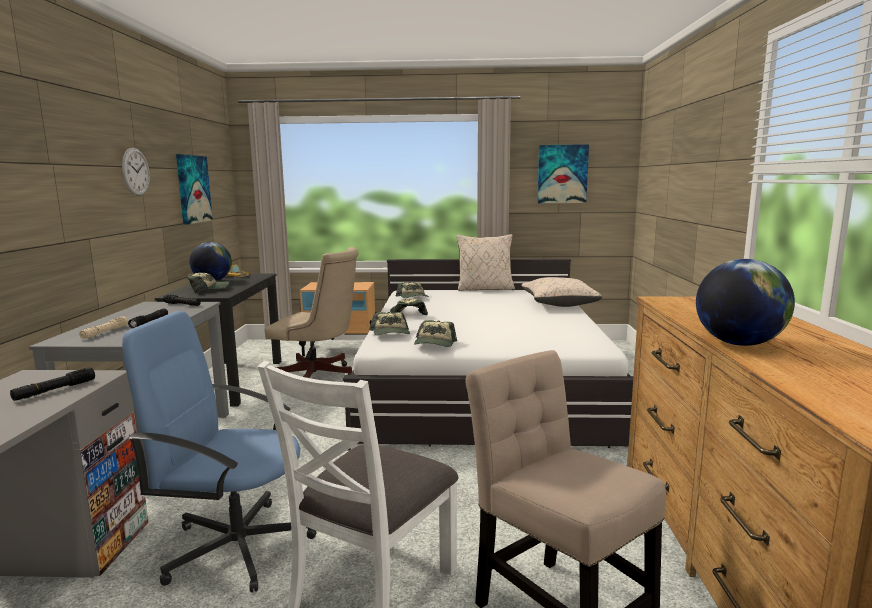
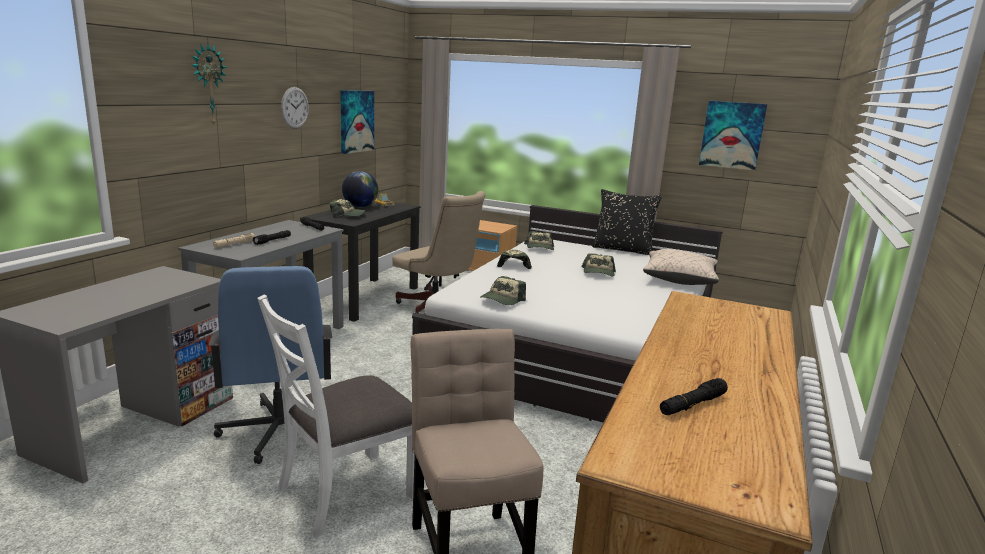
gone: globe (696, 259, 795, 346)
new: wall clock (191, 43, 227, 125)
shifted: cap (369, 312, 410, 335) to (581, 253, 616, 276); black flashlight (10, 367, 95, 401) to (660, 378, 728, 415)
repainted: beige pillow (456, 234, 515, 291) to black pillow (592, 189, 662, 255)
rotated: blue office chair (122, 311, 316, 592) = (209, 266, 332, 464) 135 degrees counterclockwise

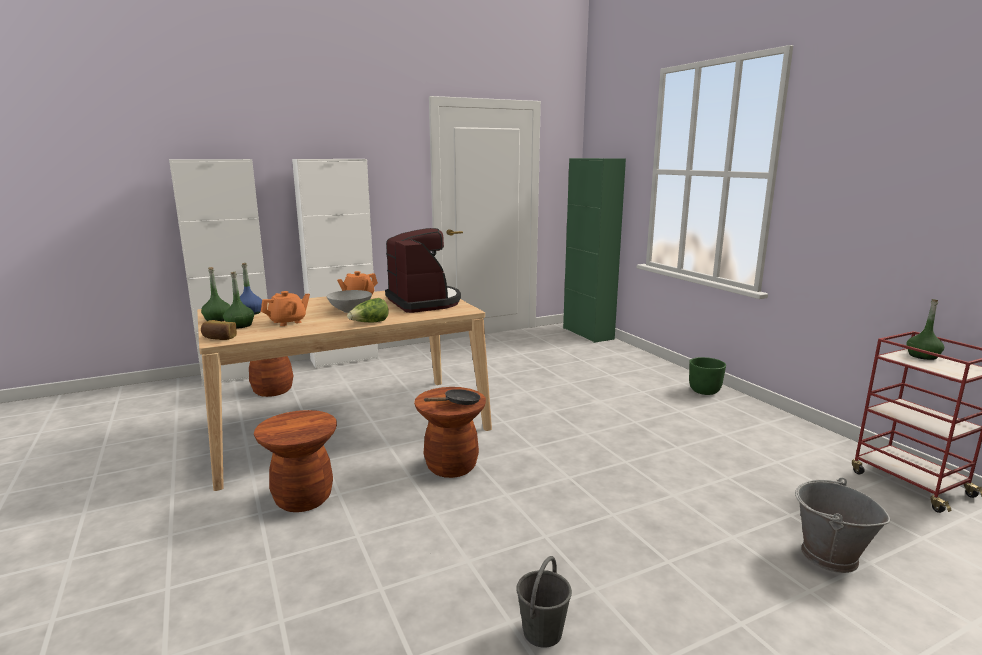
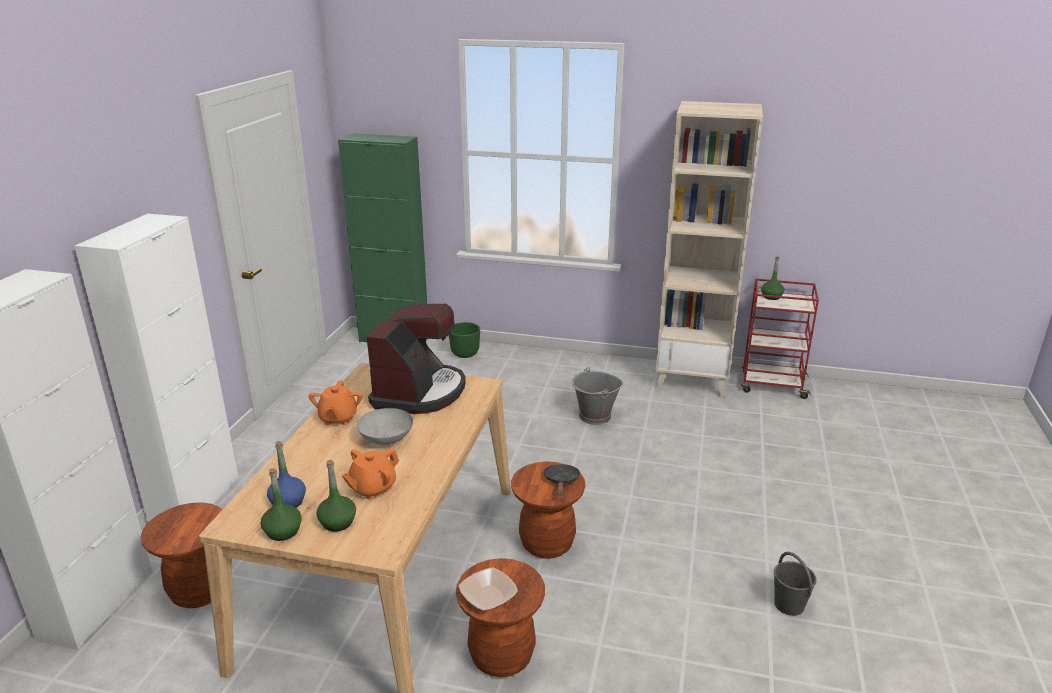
gone: lettuce (347, 298, 389, 322); bread (201, 320, 237, 340)
new: beige bookcase (656, 101, 763, 398); bowl (459, 567, 518, 610)
shifted: green planter (689, 357, 726, 395) to (449, 322, 480, 358); grey bucket (795, 478, 890, 573) to (572, 367, 623, 425)
rotated: coffee machine (385, 228, 461, 313) = (367, 304, 466, 414) 90 degrees clockwise; orange teapot (261, 291, 310, 326) = (342, 448, 399, 500) 135 degrees counterclockwise

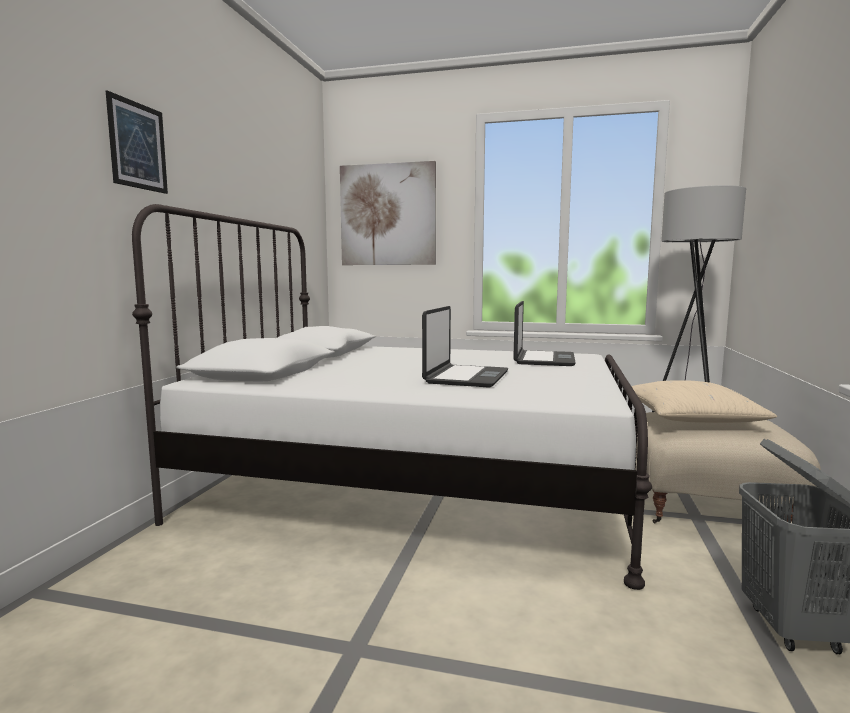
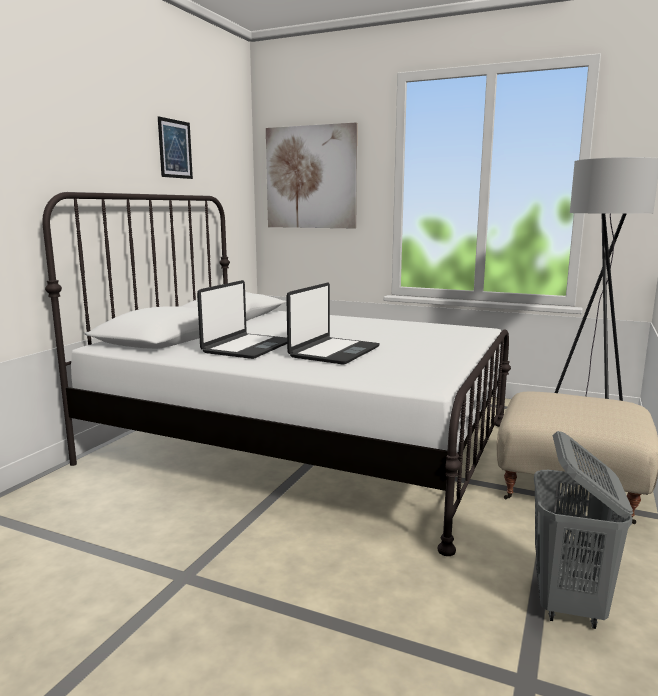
gone: beige pillow (631, 380, 777, 423)
shifted: picture (106, 90, 168, 194) to (158, 116, 193, 179); laptop (513, 301, 576, 366) to (197, 280, 287, 359)

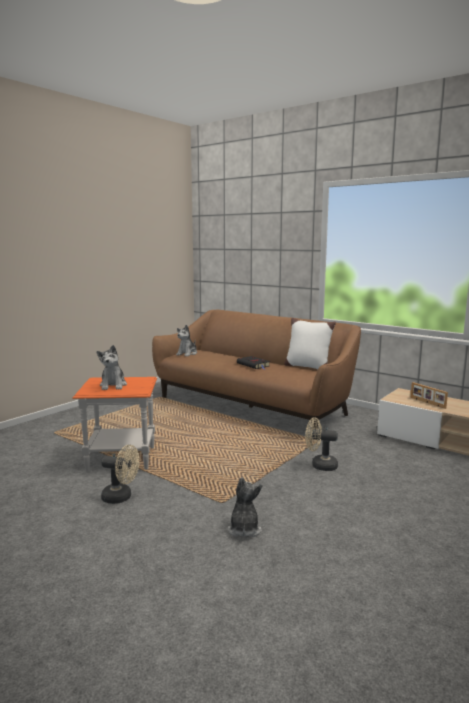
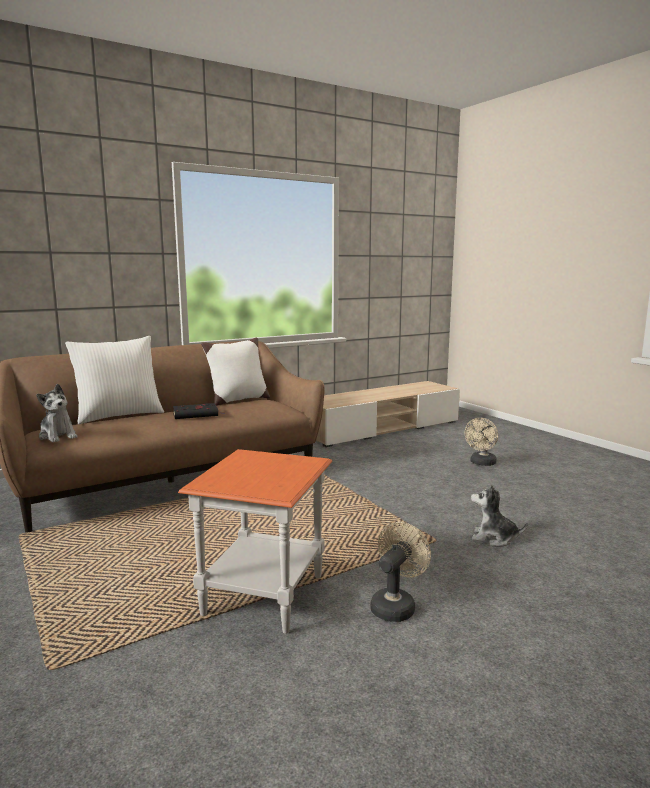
gone: plush toy (96, 345, 127, 390); picture frame (411, 382, 448, 409)
new: white pillow (65, 336, 164, 424)
shifted: beige fan (305, 417, 338, 471) to (465, 418, 498, 466)

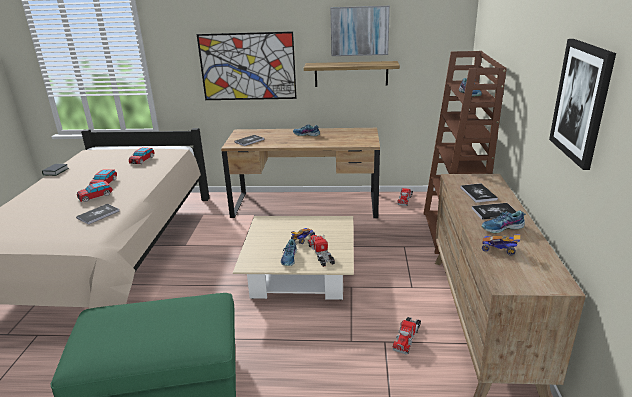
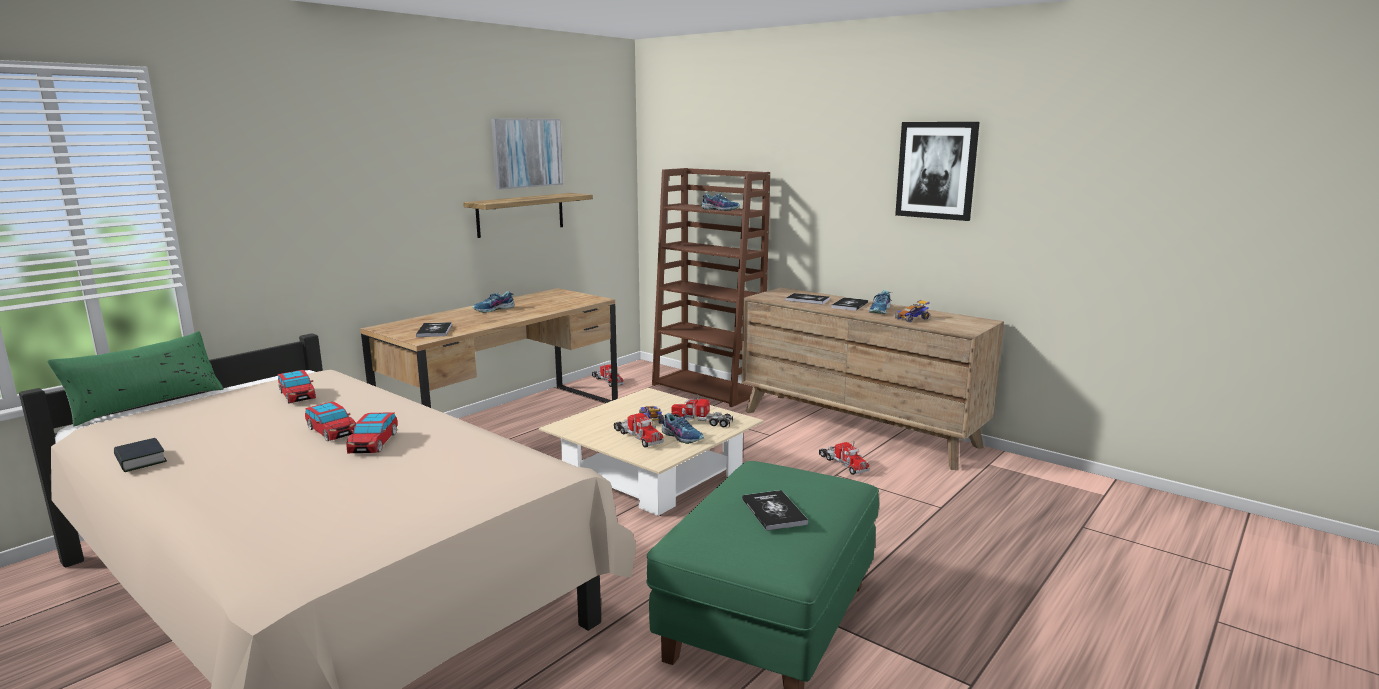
gone: picture (197, 31, 297, 100)
new: green pillow (47, 331, 224, 427); toy truck (614, 411, 664, 448)
shifted: book (76, 204, 119, 225) to (742, 490, 808, 531)

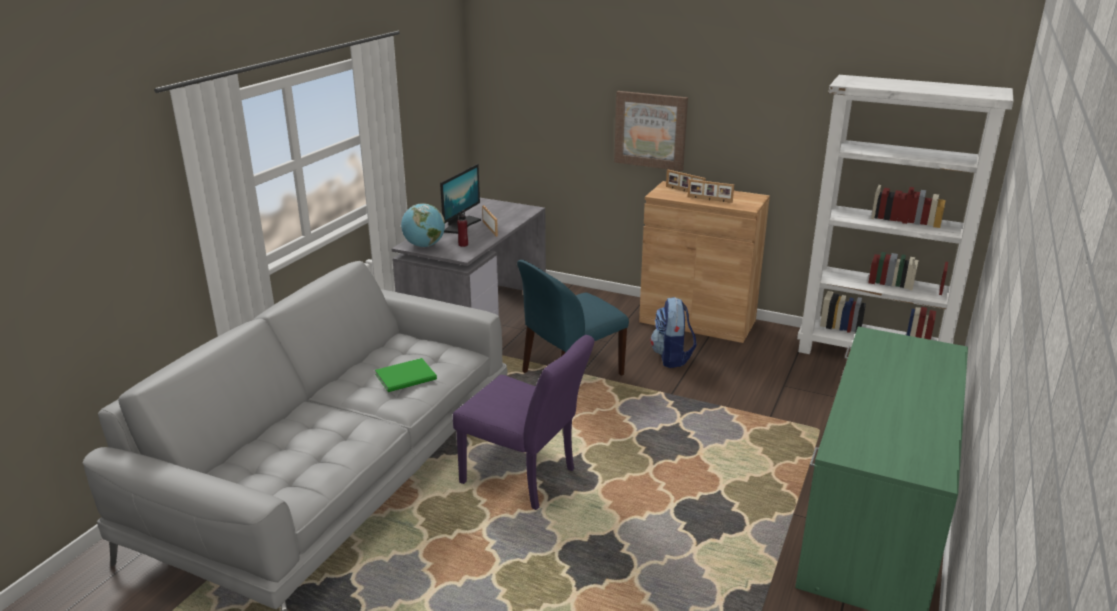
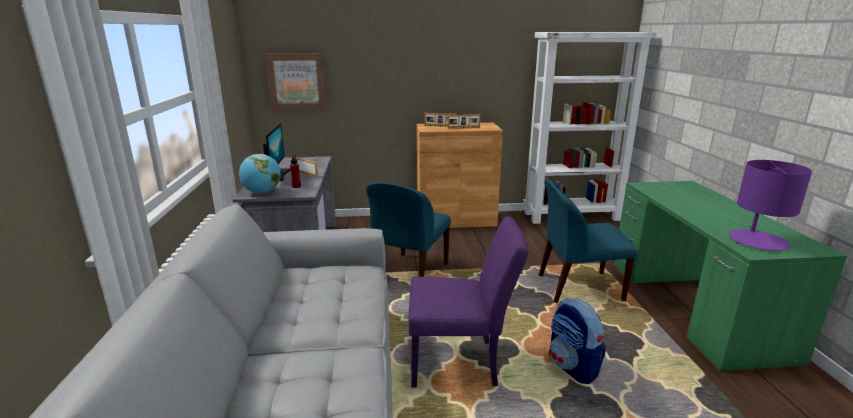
gone: green book (375, 358, 437, 392)
new: purple table lamp (729, 160, 812, 251); blue chair (539, 179, 637, 303)
shifted: picture (614, 91, 688, 171) to (265, 53, 327, 111); backpack (651, 297, 697, 368) to (549, 298, 606, 384)

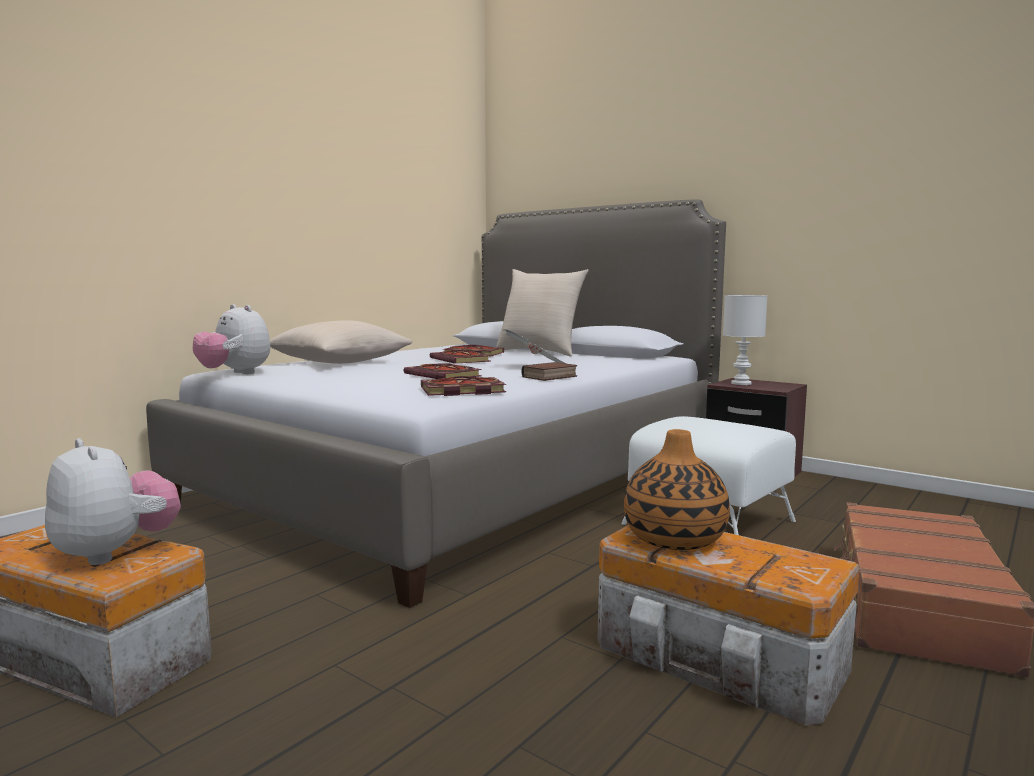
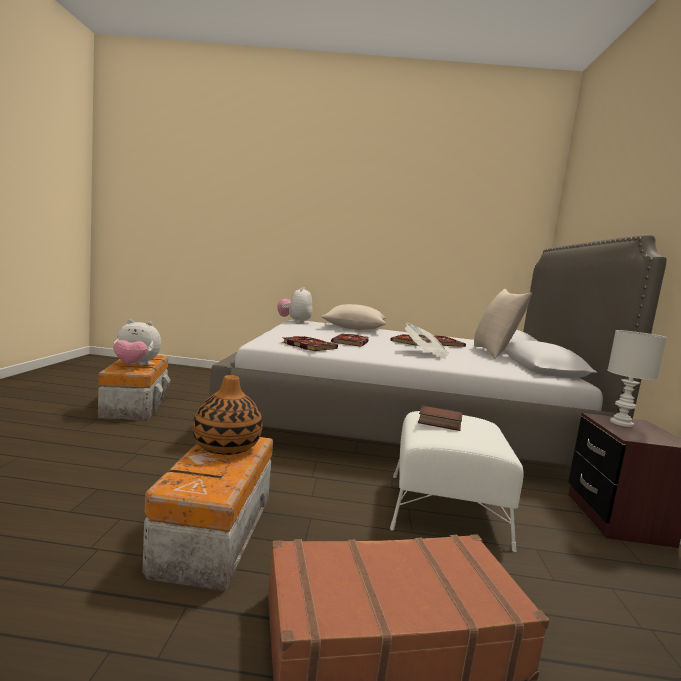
shifted: book (522, 362, 577, 381) to (418, 405, 462, 431)
rotated: plush toy (45, 438, 181, 565) = (113, 320, 161, 365) 75 degrees clockwise

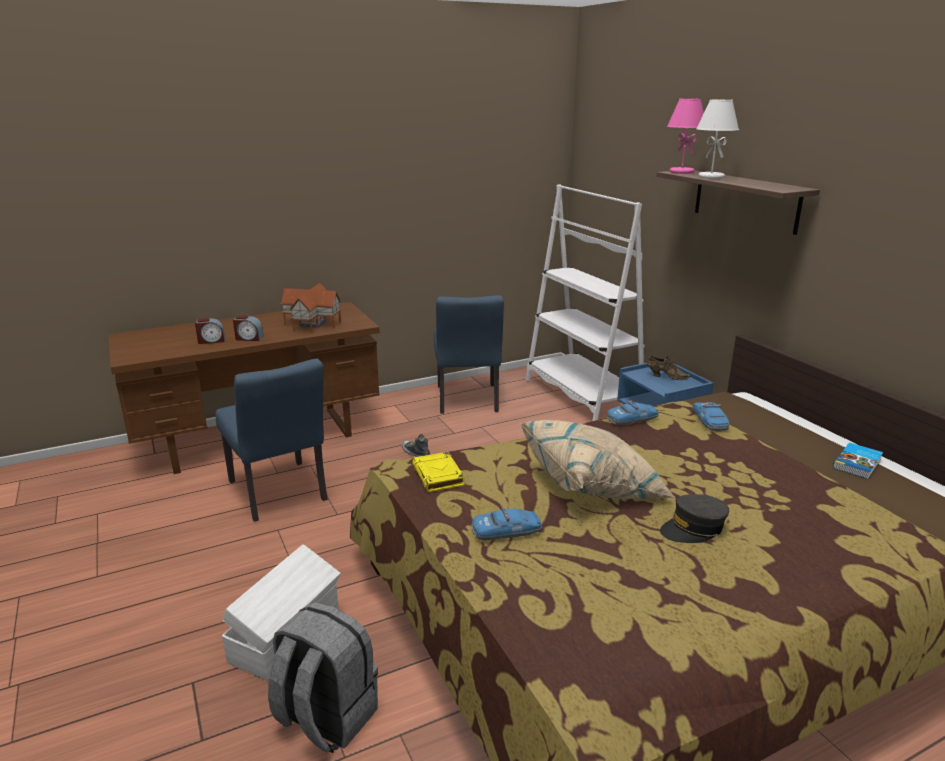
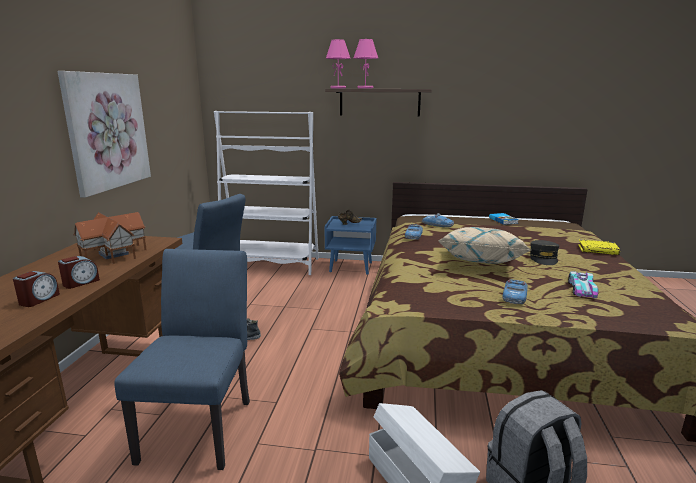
new: picture (57, 71, 151, 198); toy car (568, 271, 598, 298)
shifted: yellow book (412, 452, 465, 492) to (578, 240, 620, 255)
repainted: white table lamp (696, 99, 739, 179) to pink table lamp (353, 39, 378, 89)
rotated: blue chair (215, 359, 328, 522) = (114, 249, 250, 470) 90 degrees counterclockwise

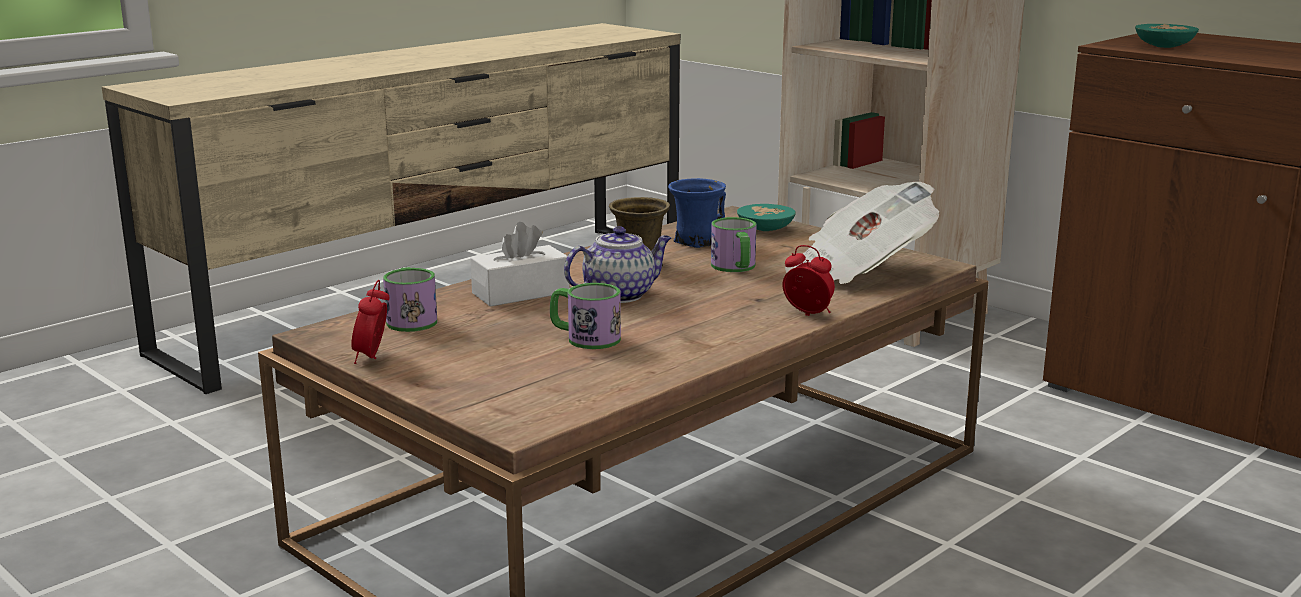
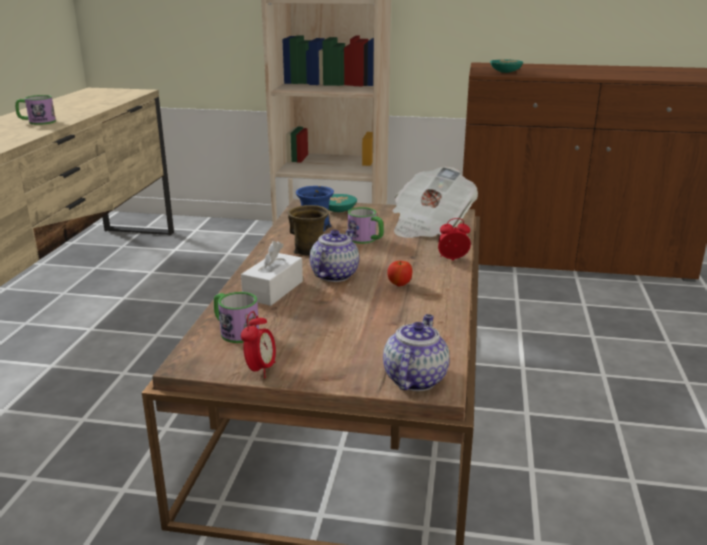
new: apple (387, 261, 412, 287); teapot (383, 314, 450, 391)
shifted: mug (550, 283, 621, 349) to (15, 95, 56, 125)
rotated: alarm clock (351, 280, 390, 364) = (241, 311, 276, 378) 135 degrees counterclockwise

